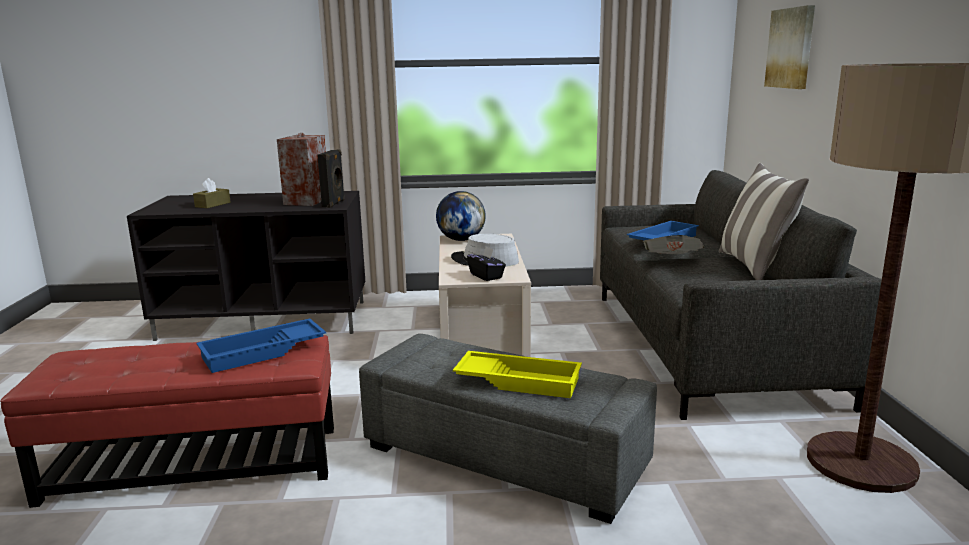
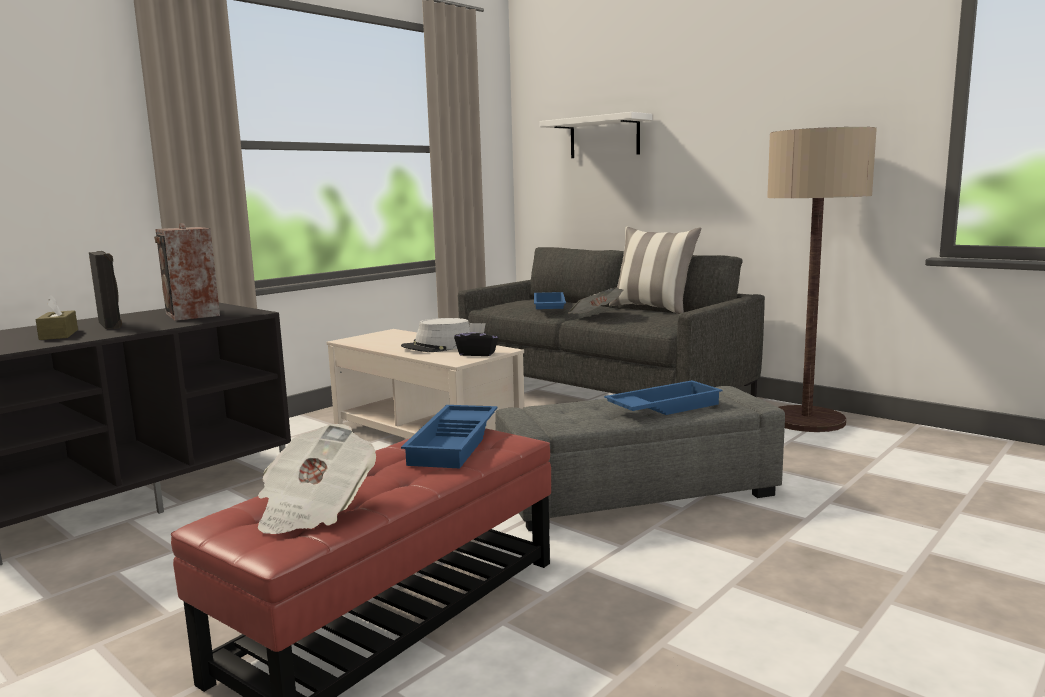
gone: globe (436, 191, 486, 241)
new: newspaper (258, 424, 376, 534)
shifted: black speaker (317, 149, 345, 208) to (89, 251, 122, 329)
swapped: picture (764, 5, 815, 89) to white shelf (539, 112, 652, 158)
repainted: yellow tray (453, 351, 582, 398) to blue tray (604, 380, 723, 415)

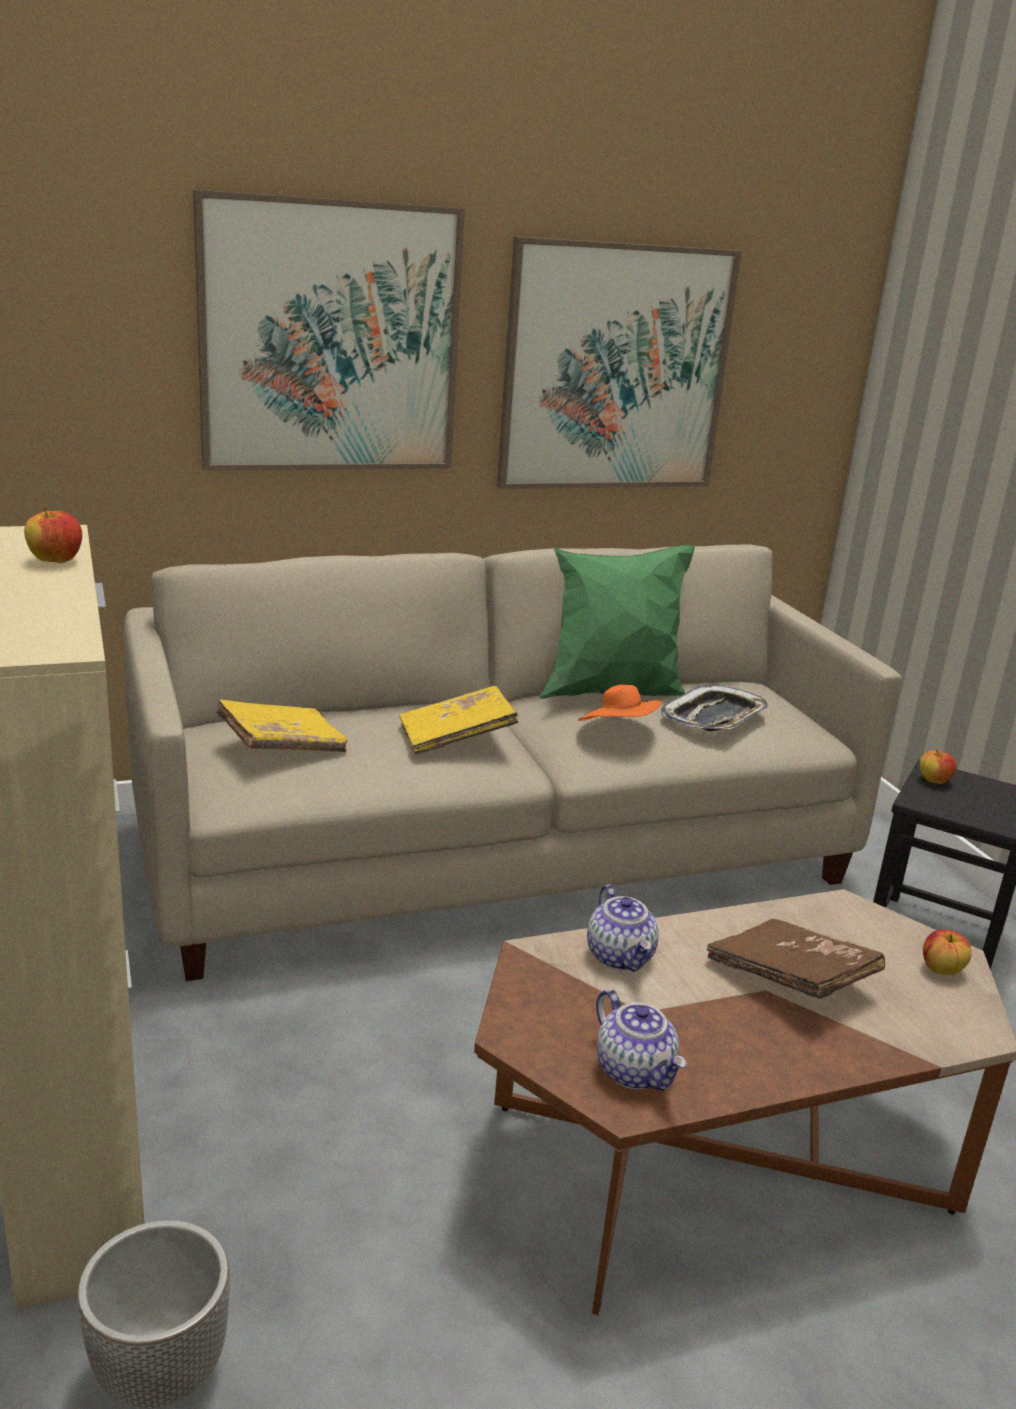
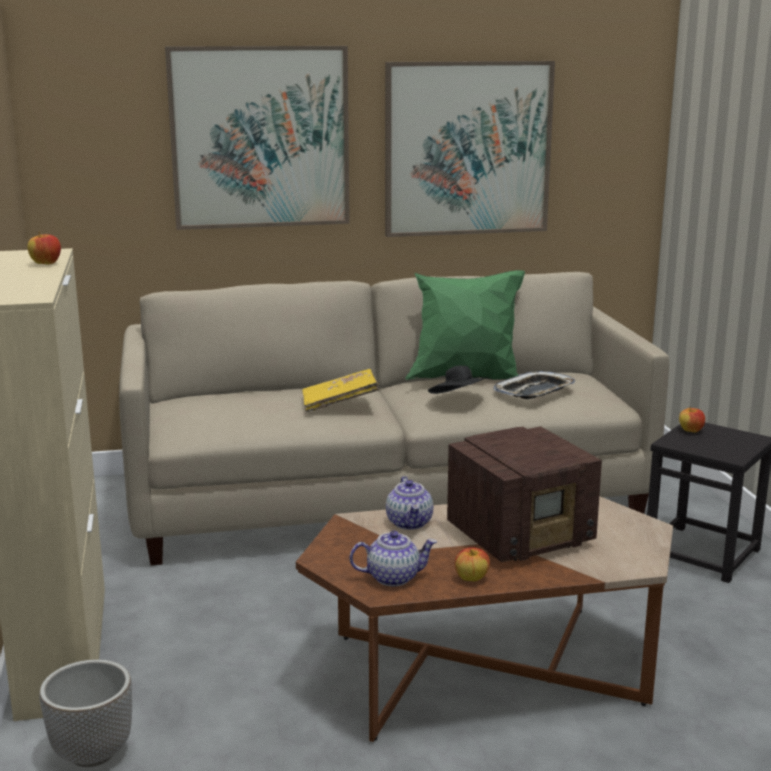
gone: yellow book (216, 699, 347, 752)
shifted: apple (923, 929, 972, 975) to (455, 547, 490, 582)
swapped: brown book (707, 919, 885, 999) to radio (447, 426, 602, 562)
repainted: orange hat (578, 685, 662, 721) to black hat (428, 366, 488, 394)
rotated: teapot (596, 989, 687, 1091) = (350, 531, 437, 586) 75 degrees counterclockwise

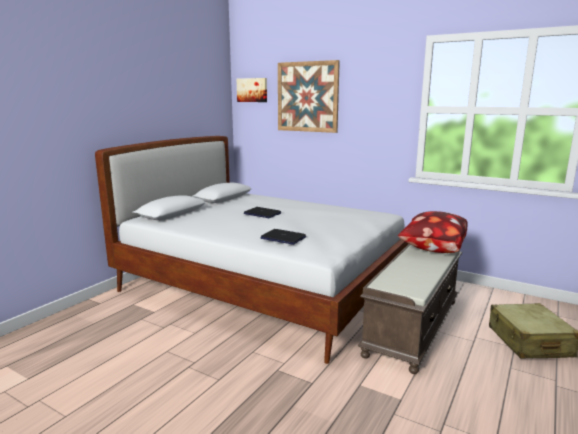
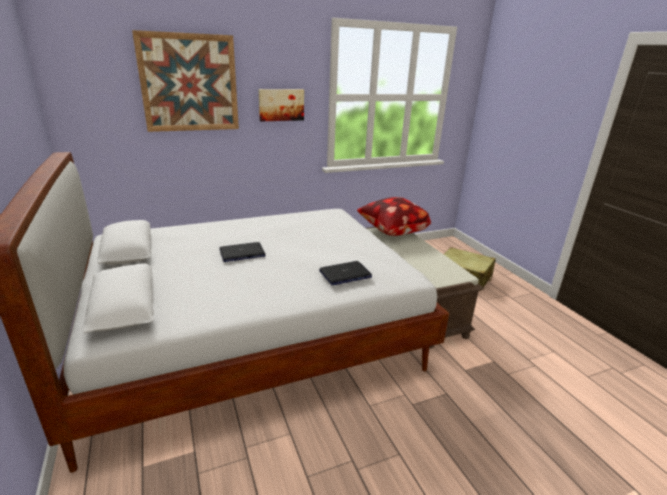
shifted: picture (236, 78, 267, 102) to (258, 89, 304, 121)

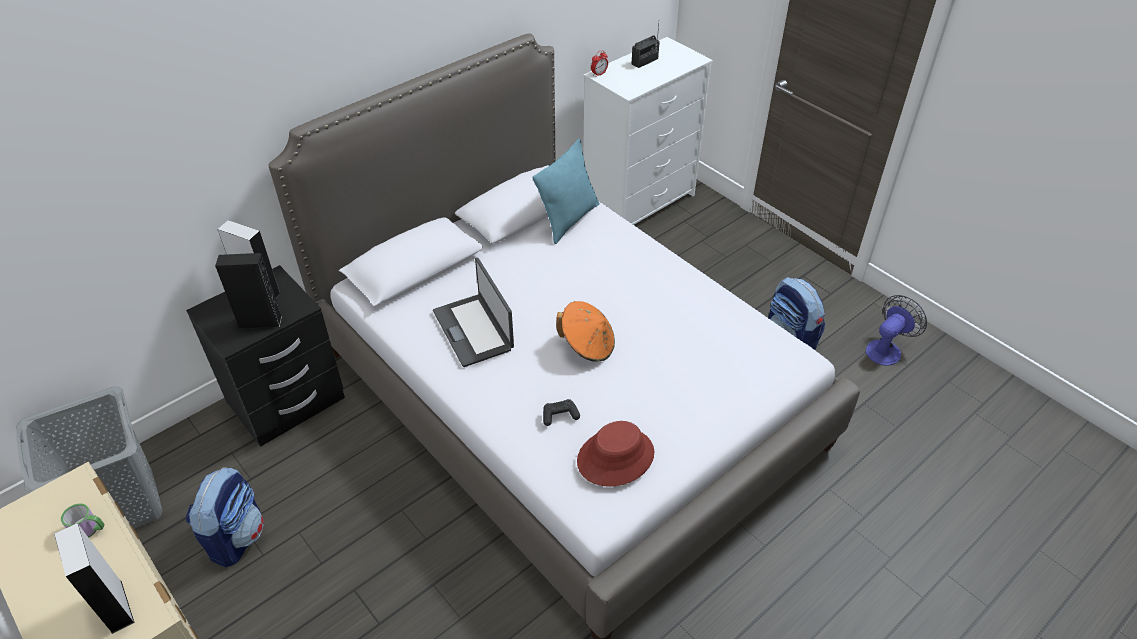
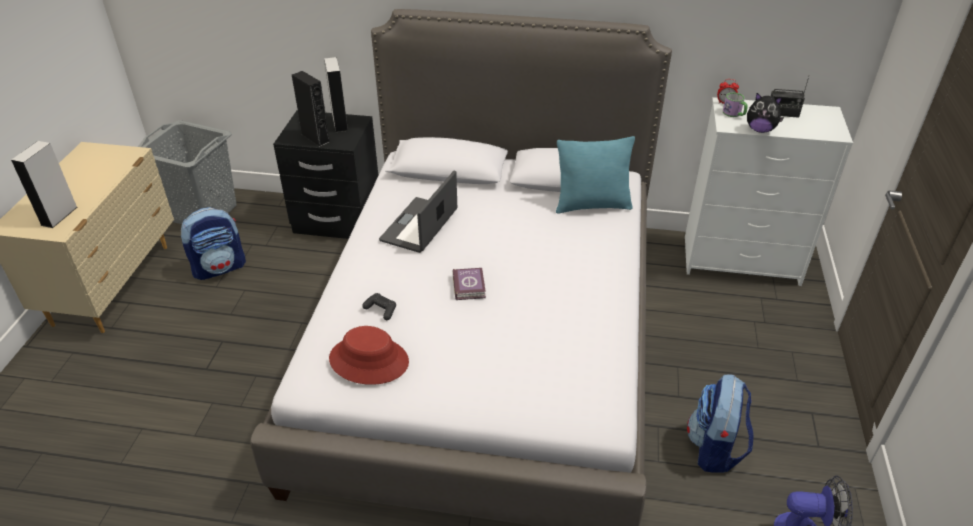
new: plush toy (747, 93, 784, 133)
shifted: mug (61, 503, 105, 538) to (723, 93, 748, 117)
swapped: orange hat (556, 301, 615, 362) to book (452, 268, 486, 300)

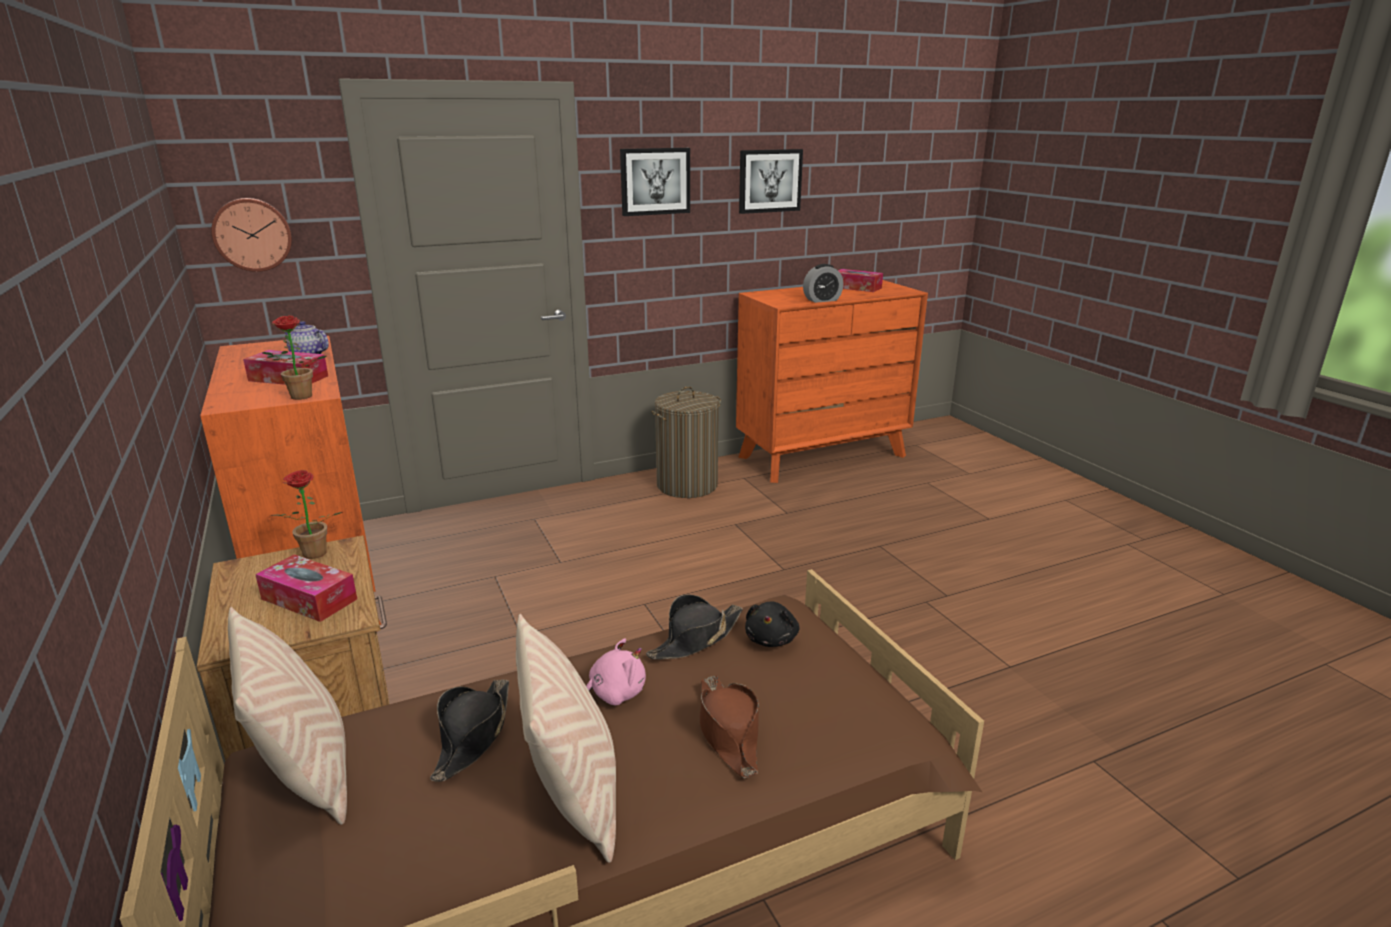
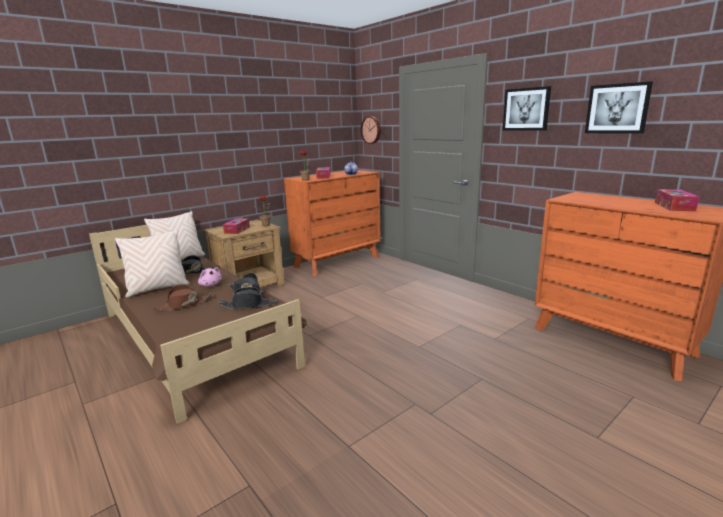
gone: alarm clock (803, 264, 844, 303); laundry basket (651, 386, 721, 498)
swapped: black plush toy (745, 601, 799, 647) to black hat (218, 287, 276, 309)

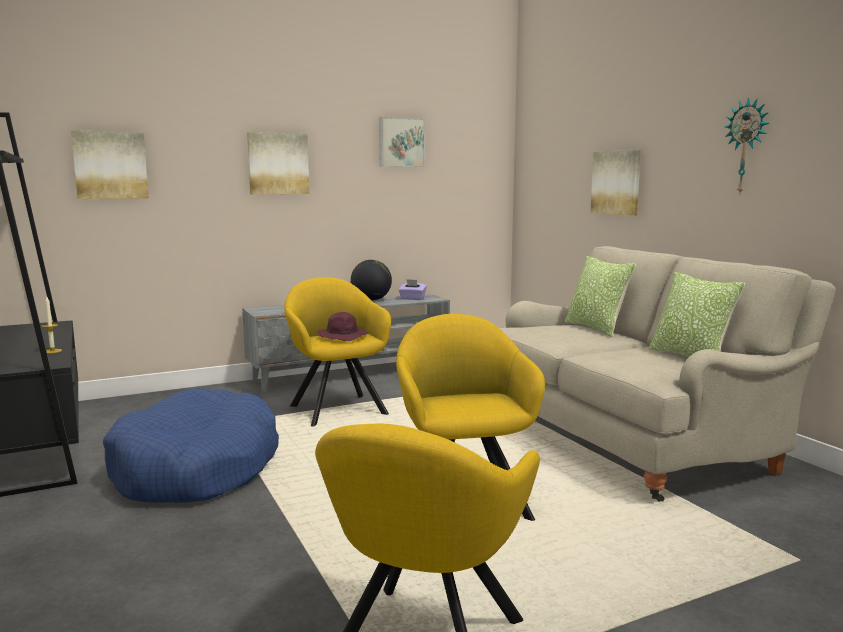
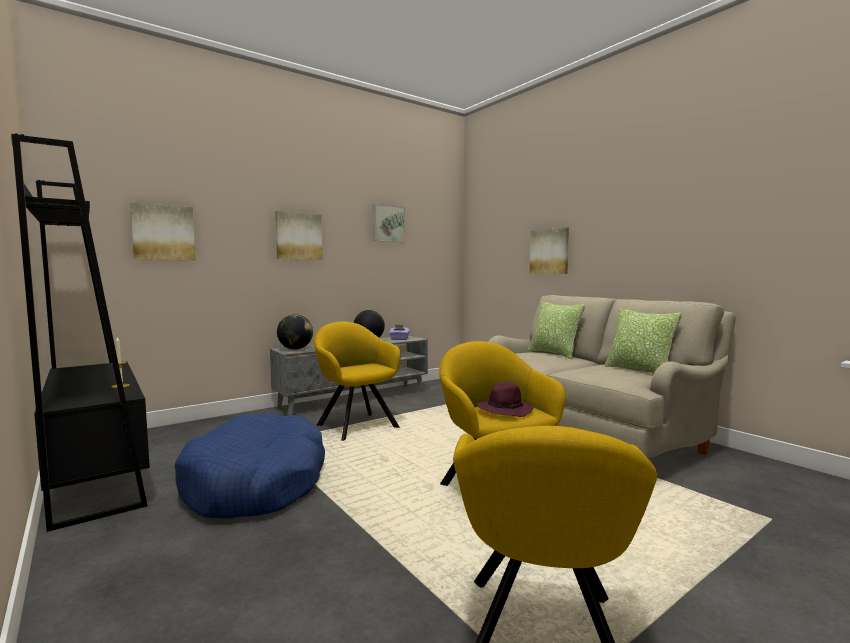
gone: wall clock (725, 97, 769, 193)
new: globe (277, 314, 313, 349)
shifted: purple hat (317, 312, 368, 341) to (477, 382, 534, 417)

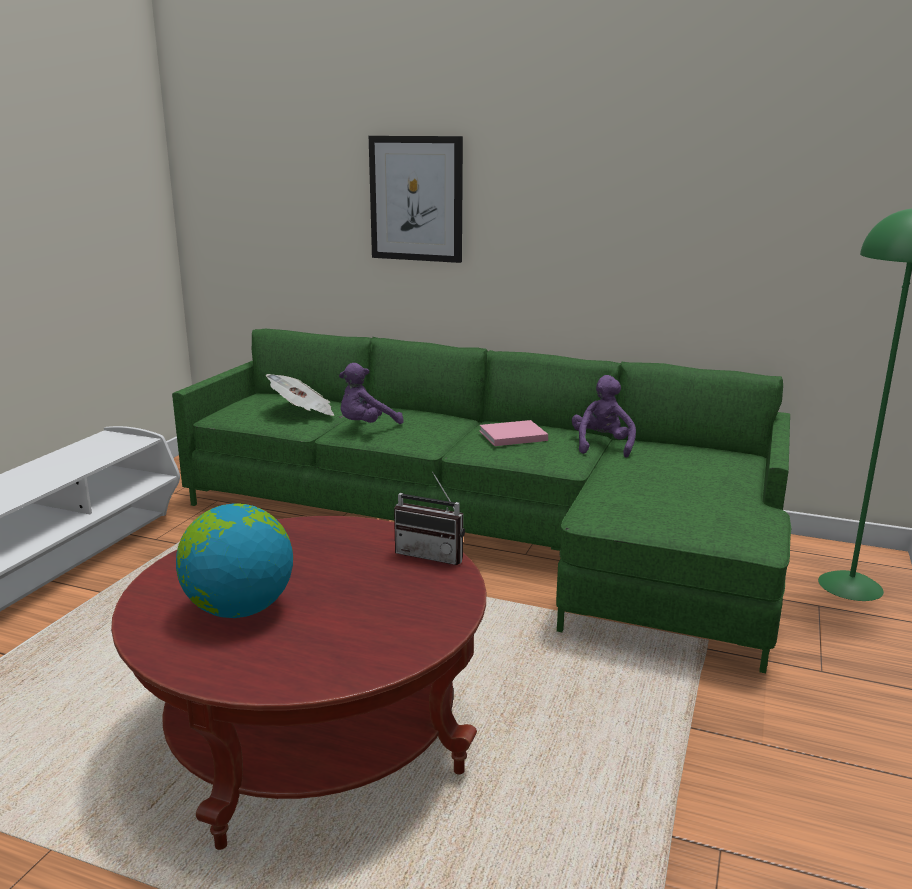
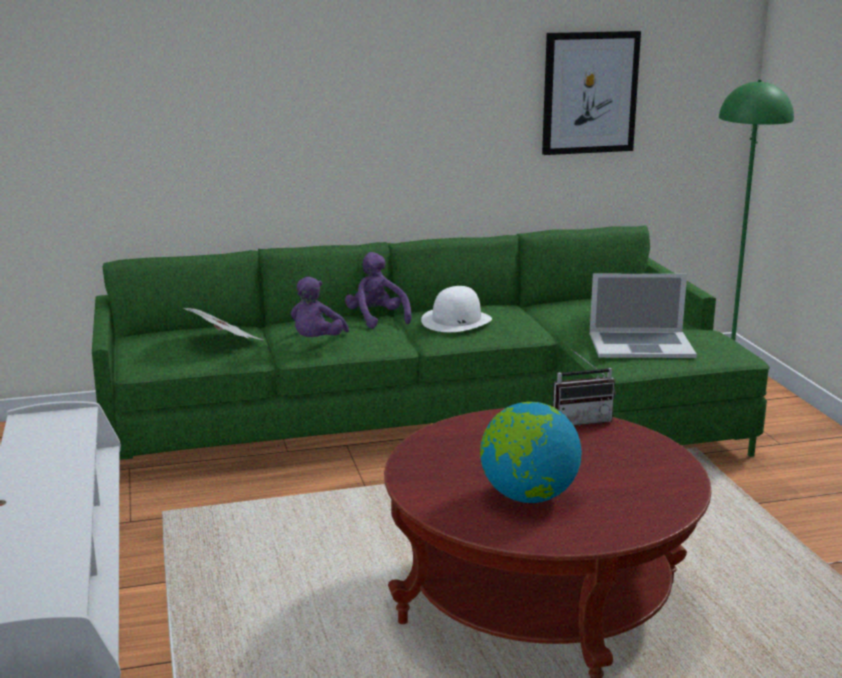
new: laptop (590, 274, 697, 358)
shifted: picture (369, 136, 463, 263) to (542, 31, 641, 155); purple plush toy (572, 375, 636, 458) to (345, 252, 412, 329)
swapped: pink book (479, 420, 548, 446) to white hat (421, 286, 492, 332)

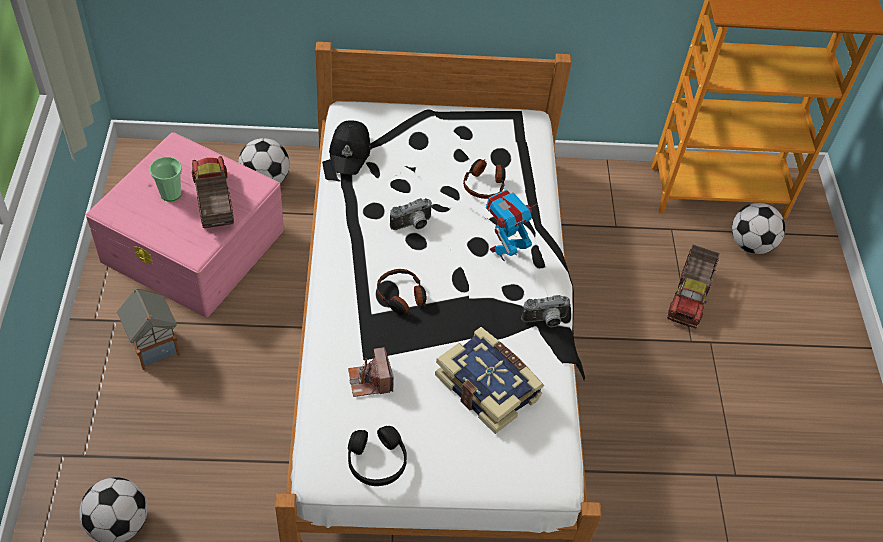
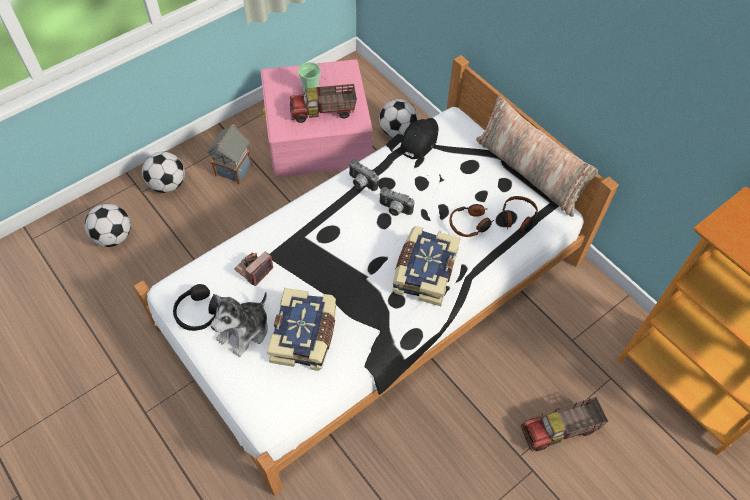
new: pillow (476, 96, 598, 217); plush toy (211, 292, 268, 357)
shifted: football (732, 203, 785, 254) to (142, 151, 185, 193); headphones (377, 269, 426, 315) to (502, 196, 538, 233); photo camera (521, 295, 571, 327) to (348, 159, 379, 191)
swapped: toy robot (486, 189, 538, 261) to book (392, 226, 461, 306)
rotated: black cap (329, 120, 370, 175) = (400, 118, 439, 159) 150 degrees clockwise; toy truck (192, 156, 234, 228) = (290, 84, 357, 123) 135 degrees counterclockwise

